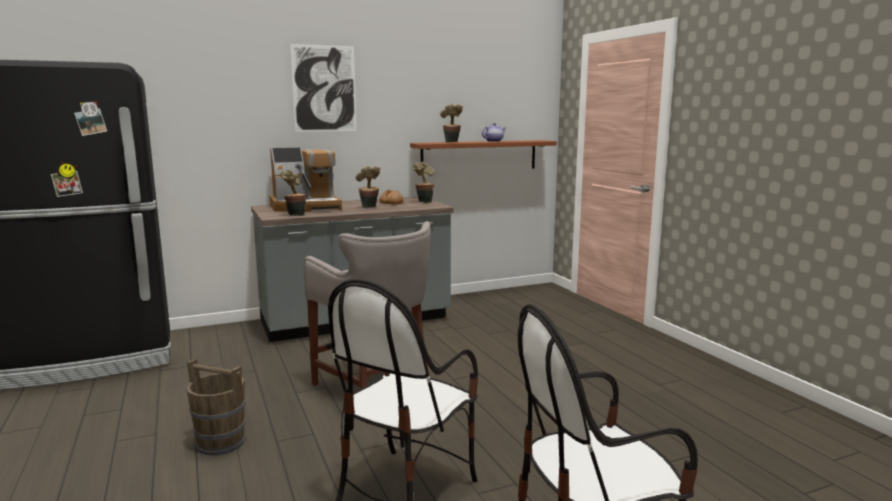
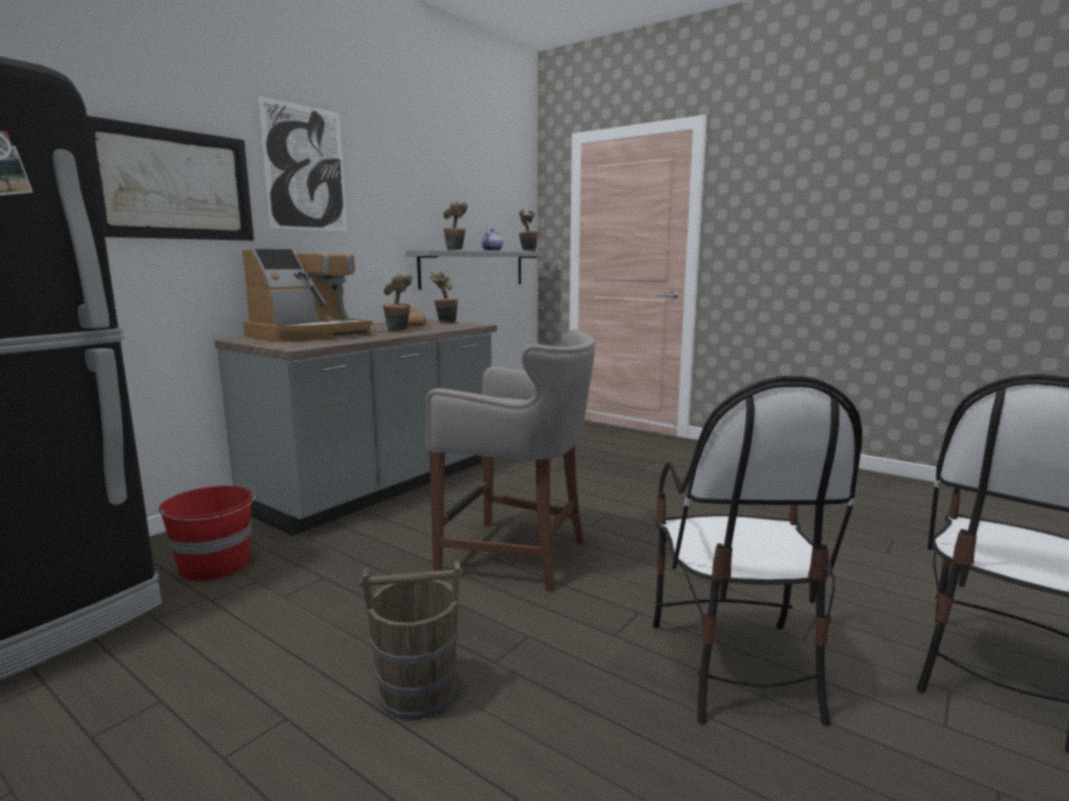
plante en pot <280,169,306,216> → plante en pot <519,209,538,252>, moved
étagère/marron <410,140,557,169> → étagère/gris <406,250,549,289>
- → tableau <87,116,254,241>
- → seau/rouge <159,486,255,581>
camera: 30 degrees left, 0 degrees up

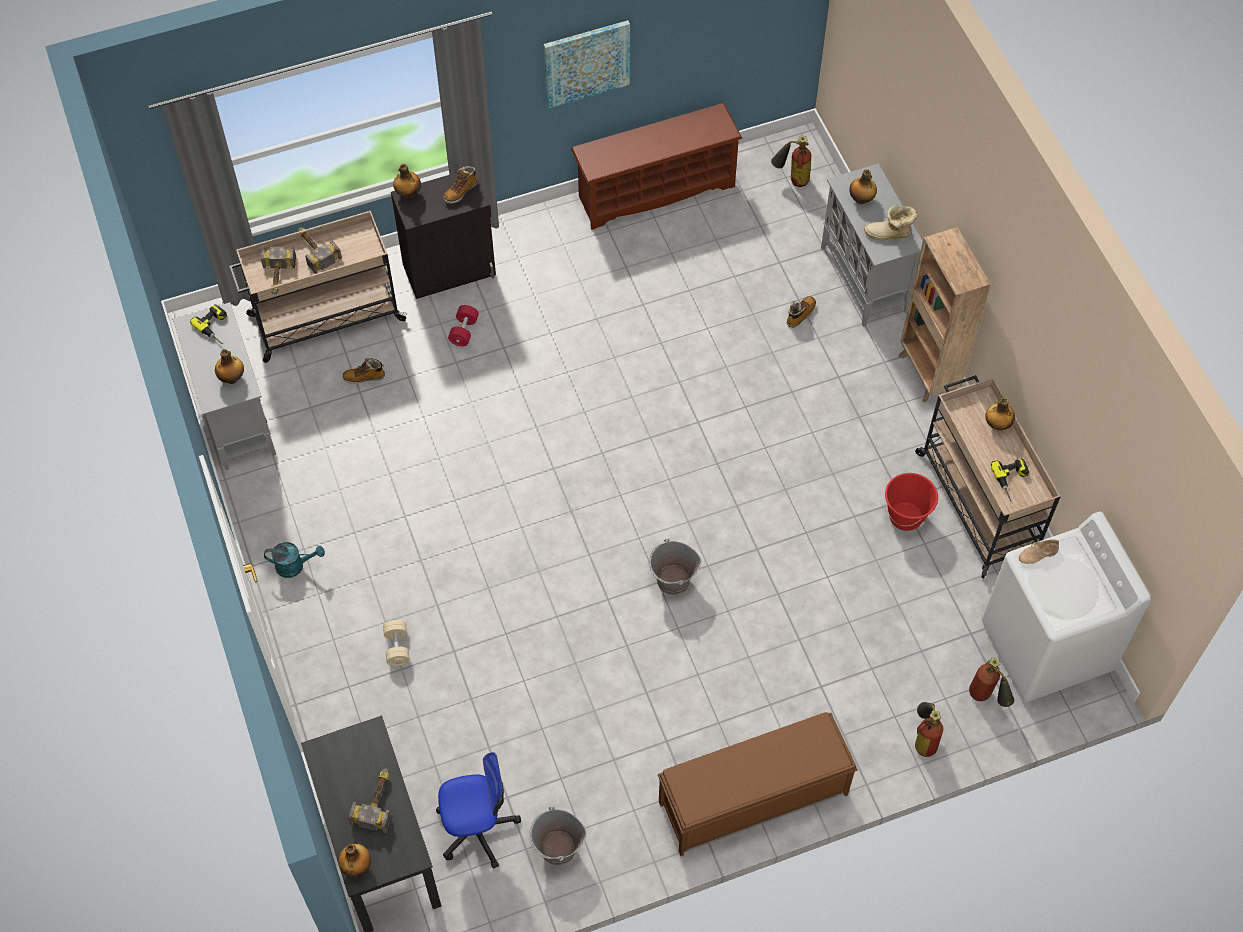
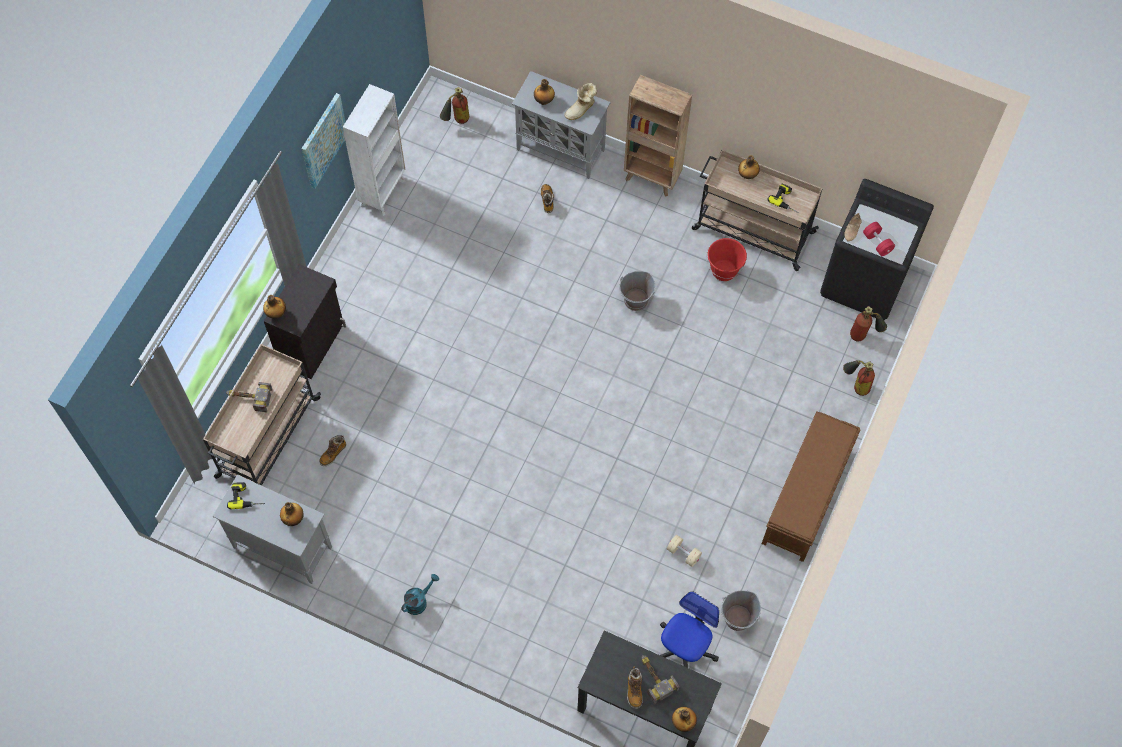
marteau <261,247,296,295> → -
haltère/beige <383,620,410,666> → haltère/beige <667,535,702,567>, moved
botte <443,166,478,203> → botte <627,666,643,709>, moved
haltère/rouge <448,305,479,347> → haltère/rouge <863,222,895,256>, moved
étagère à chaussures/marron <571,103,742,230> → bibliothèque/blanc <343,84,405,216>
seau/gris <649,539,702,595> → seau/gris <619,271,655,311>, moved
lave-linge/blanc <982,512,1151,702> → lave-linge/noir <820,179,934,320>
camera: 45 degrees left, 5 degrees up

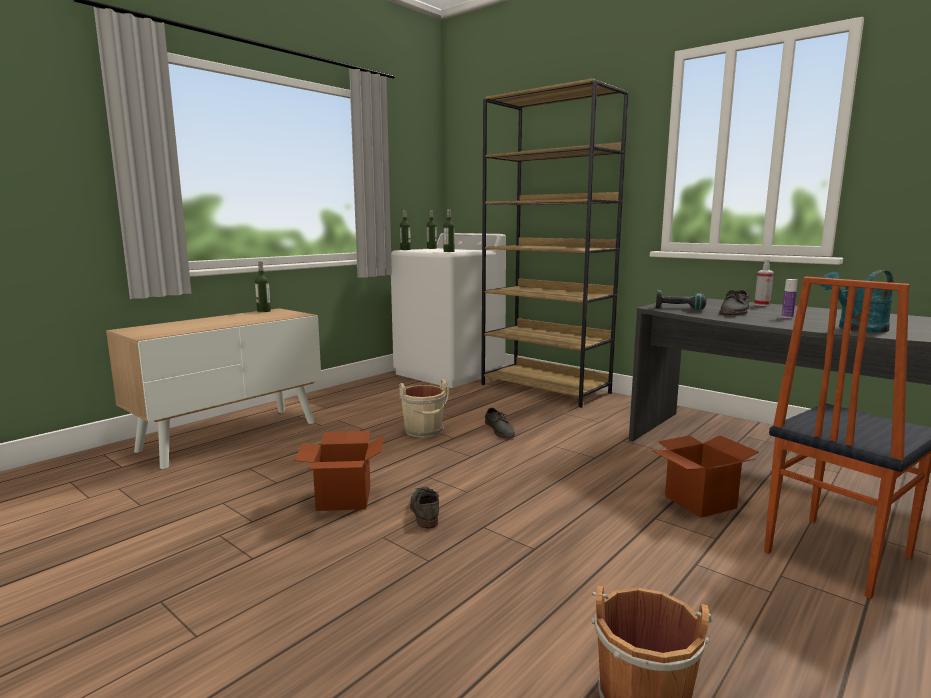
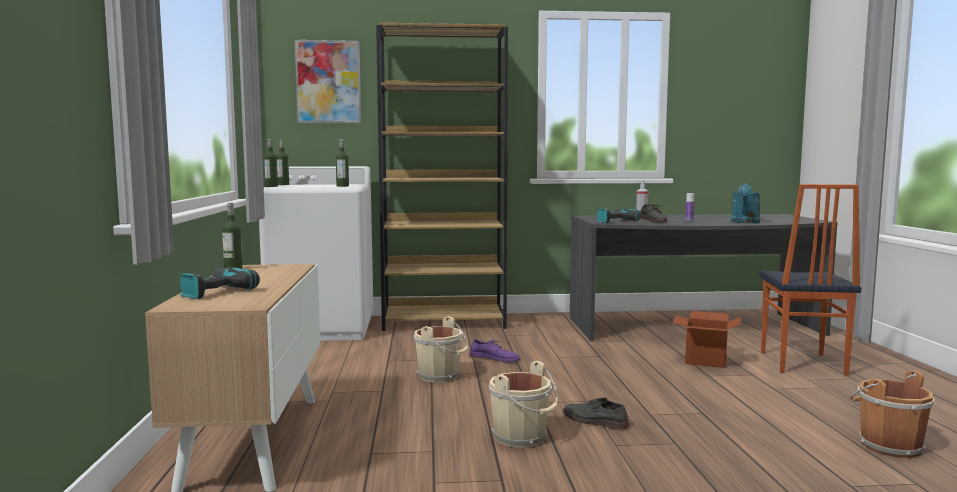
carton <294,431,384,511> → seau/beige <489,361,558,448>
chaussure/gris <485,408,515,438> → chaussure/violet <469,339,520,363>
- → perceuse <179,267,260,299>
- → tableau <295,40,361,123>
camera: 45 degrees left, 5 degrees down

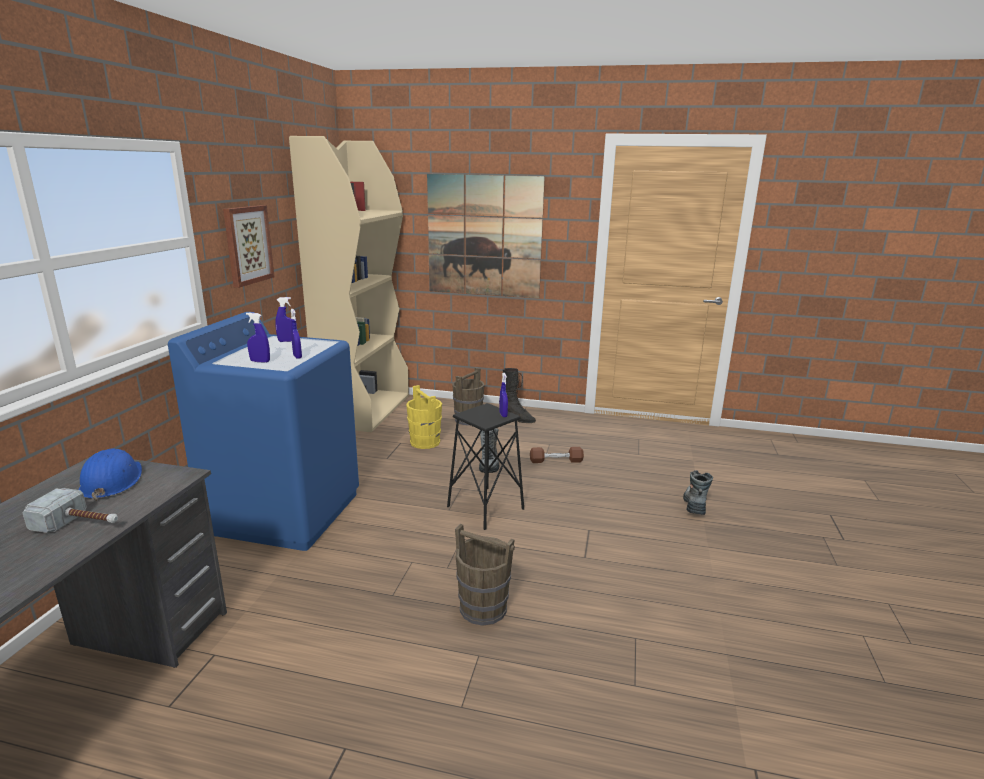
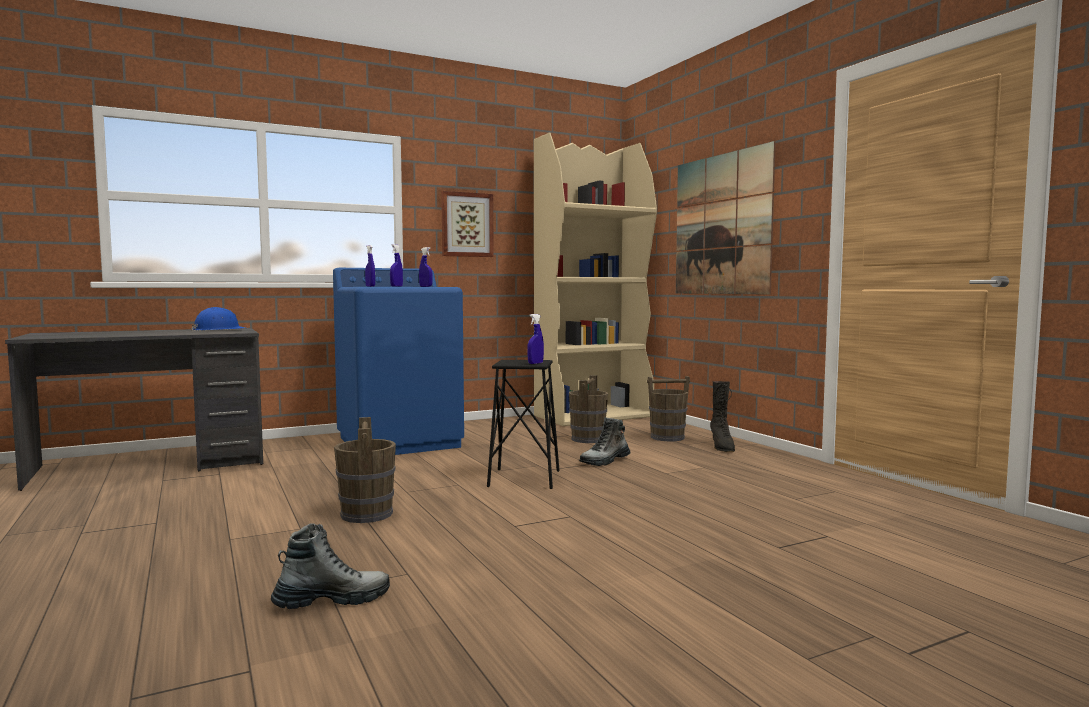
marteau <23,488,118,533> → -
seau/jaune <406,385,442,449> → seau/marron <569,375,608,443>
haltère/marron <530,447,584,463> → -
botte <683,470,713,515> → botte <271,523,390,609>, moved
camera: 50 degrees right, 15 degrees down

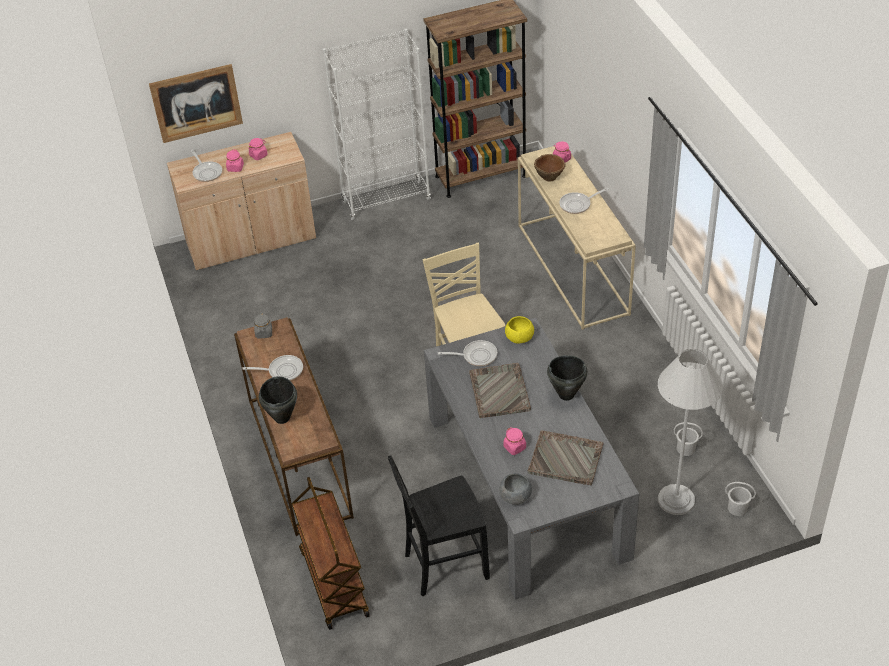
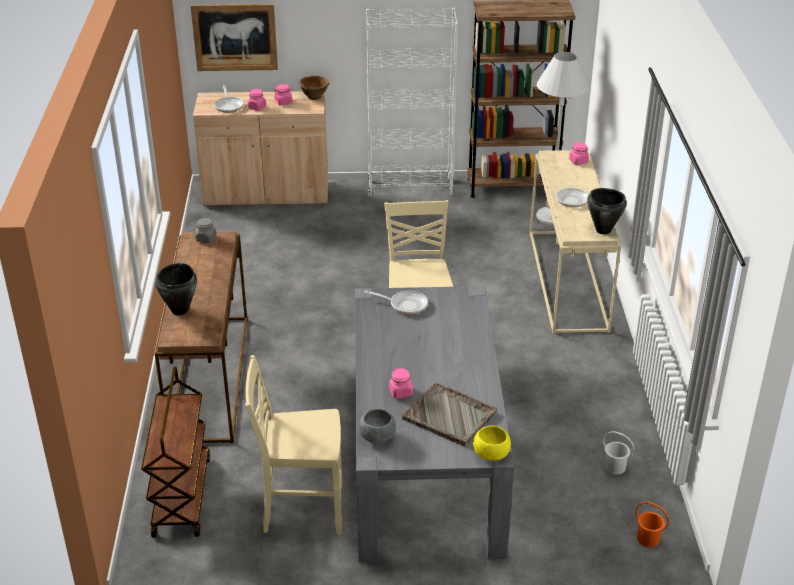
poêle <243,355,303,381> → -
chaise/noir <388,455,490,596> → chaise/beige <245,355,342,535>
plateau/gris <469,363,531,418> → -
bol/jaune <505,316,534,344> → bol/jaune <473,426,511,461>, moved
bol/marron <534,154,565,182> → bol/marron <299,75,329,100>, moved
marmite/noir <547,355,588,401> → marmite/noir <587,188,627,234>, moved
lampadaire/blanc <658,349,723,515> → lampadaire/blanc <536,52,590,225>, moved
seau/blanc <725,482,756,516> → seau/orange <636,502,669,547>
camera: 15 degrees right, 10 degrees down

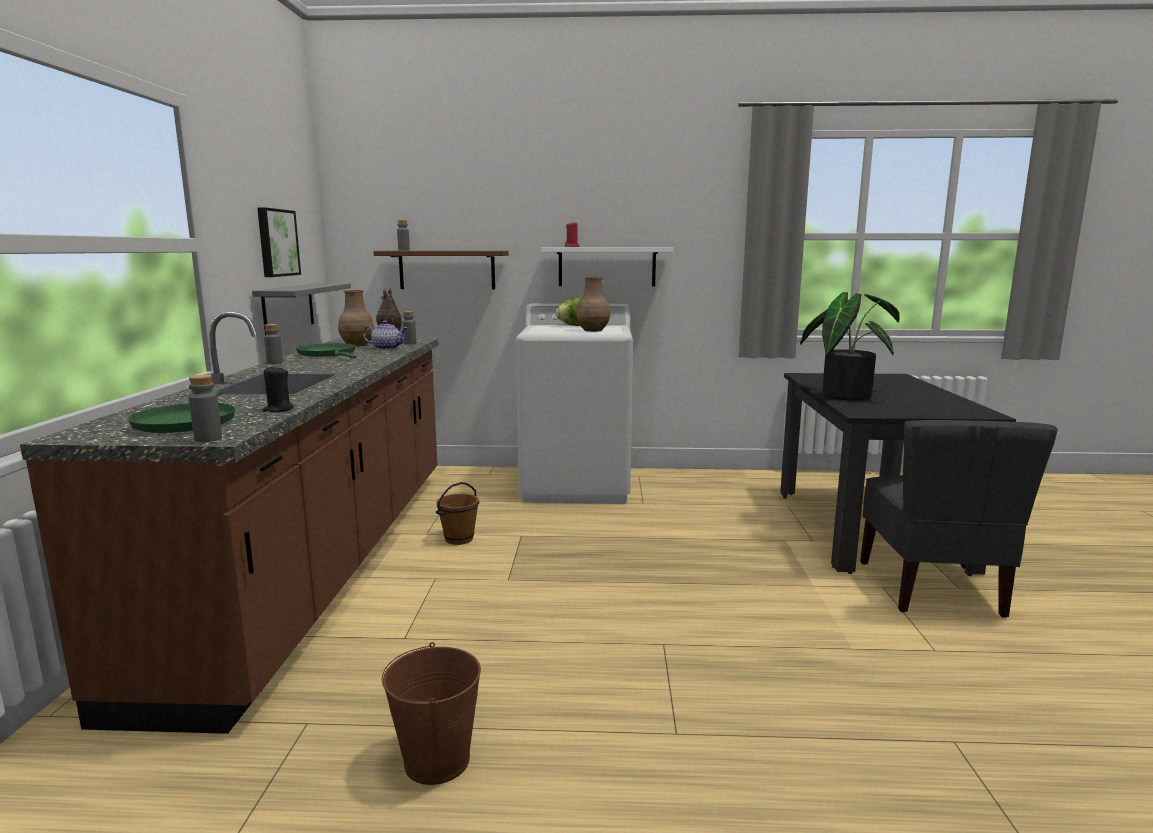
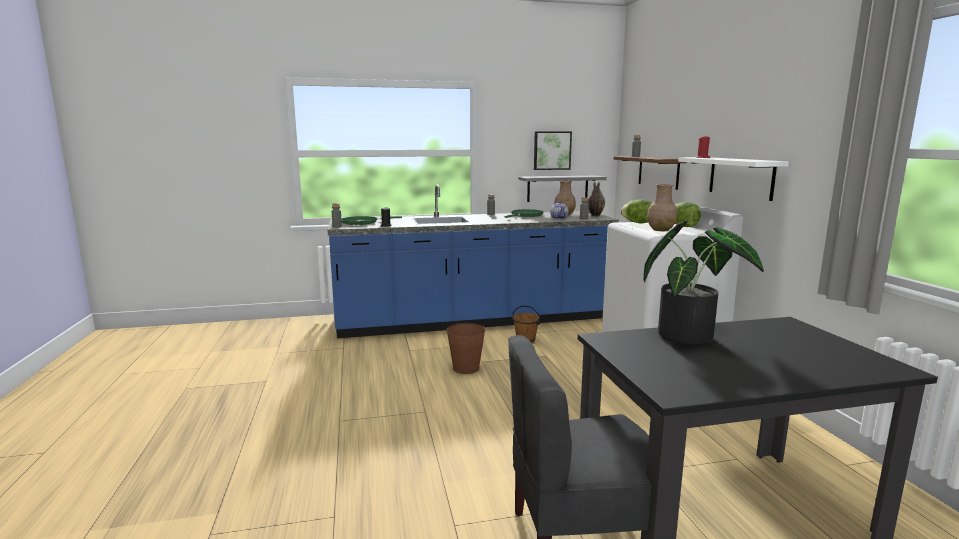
comptoir de cuisine/marron <20,311,439,734> → comptoir de cuisine/bleu <328,184,619,338>
seau/marron <382,642,481,785> → seau/marron <447,323,485,374>, moved
- → laitue <621,199,652,223>
camera: 75 degrees right, 0 degrees up

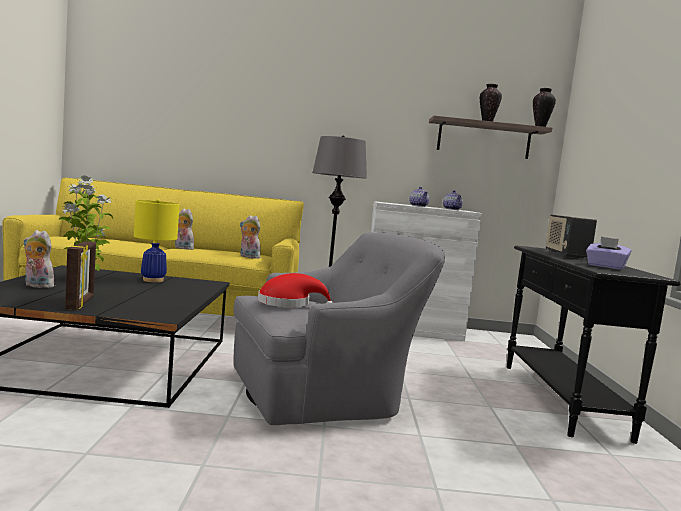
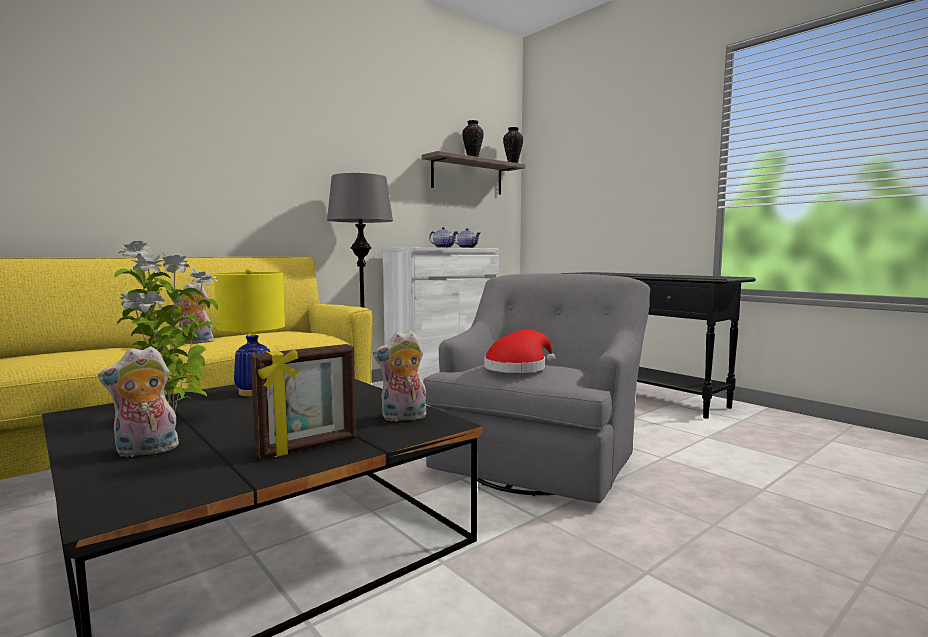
cadre photo <65,241,96,310> → cadre photo <250,344,356,459>, 105 degrees clockwise
peluche <239,215,261,259> → peluche <373,331,426,421>, moved
radio <546,215,597,259> → -
boîte à mouchoirs/violet <586,237,632,269> → -
camera: 40 degrees left, 0 degrees up

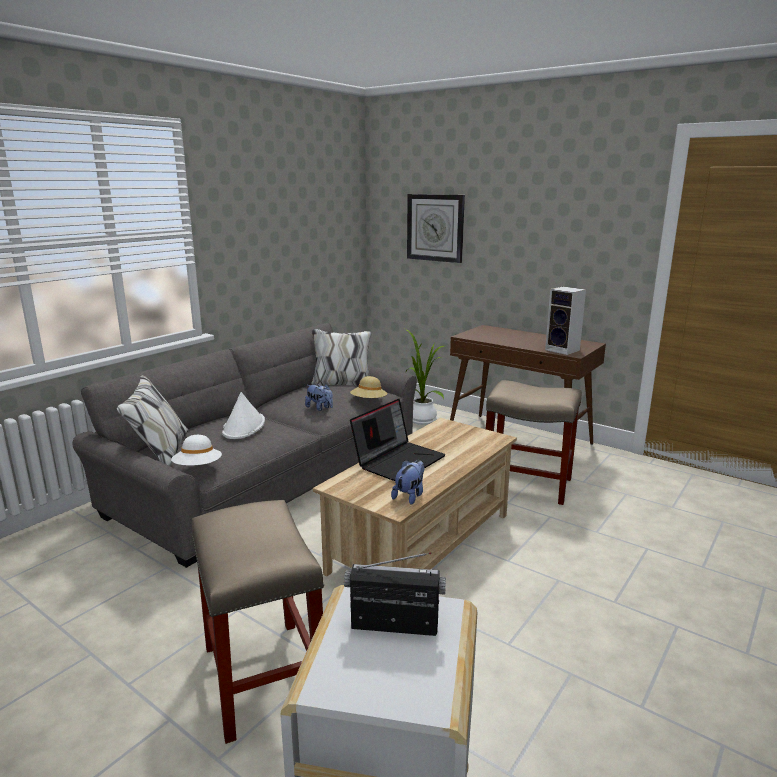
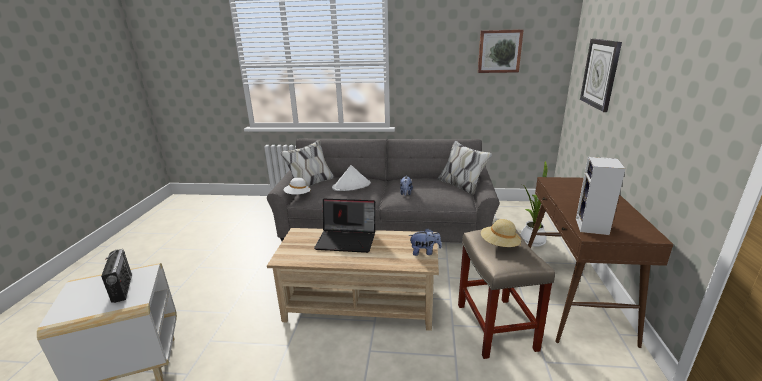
tabouret/beige <192,500,324,744> → -
chapeau/beige <350,376,387,398> → chapeau/beige <481,219,521,247>, moved
peluche <391,460,424,505> → peluche <408,228,442,256>, moved
- → tableau <478,29,524,73>
camera: 60 degrees right, 5 degrees up

